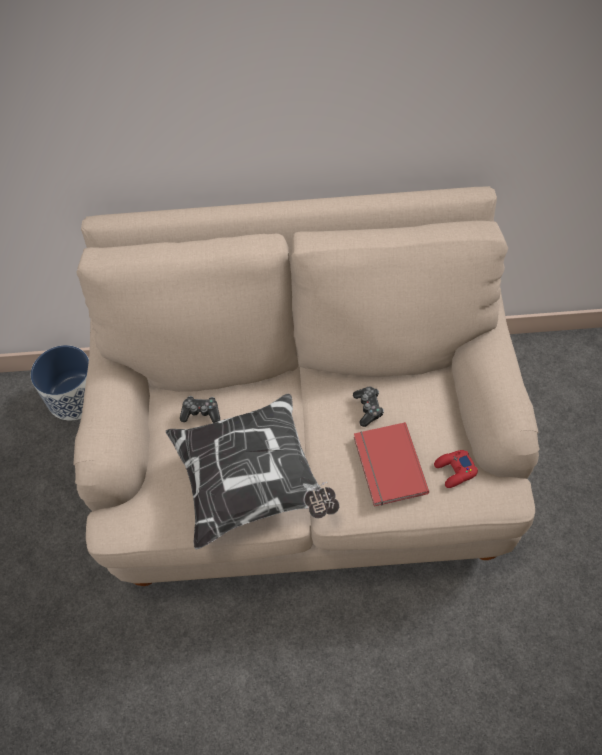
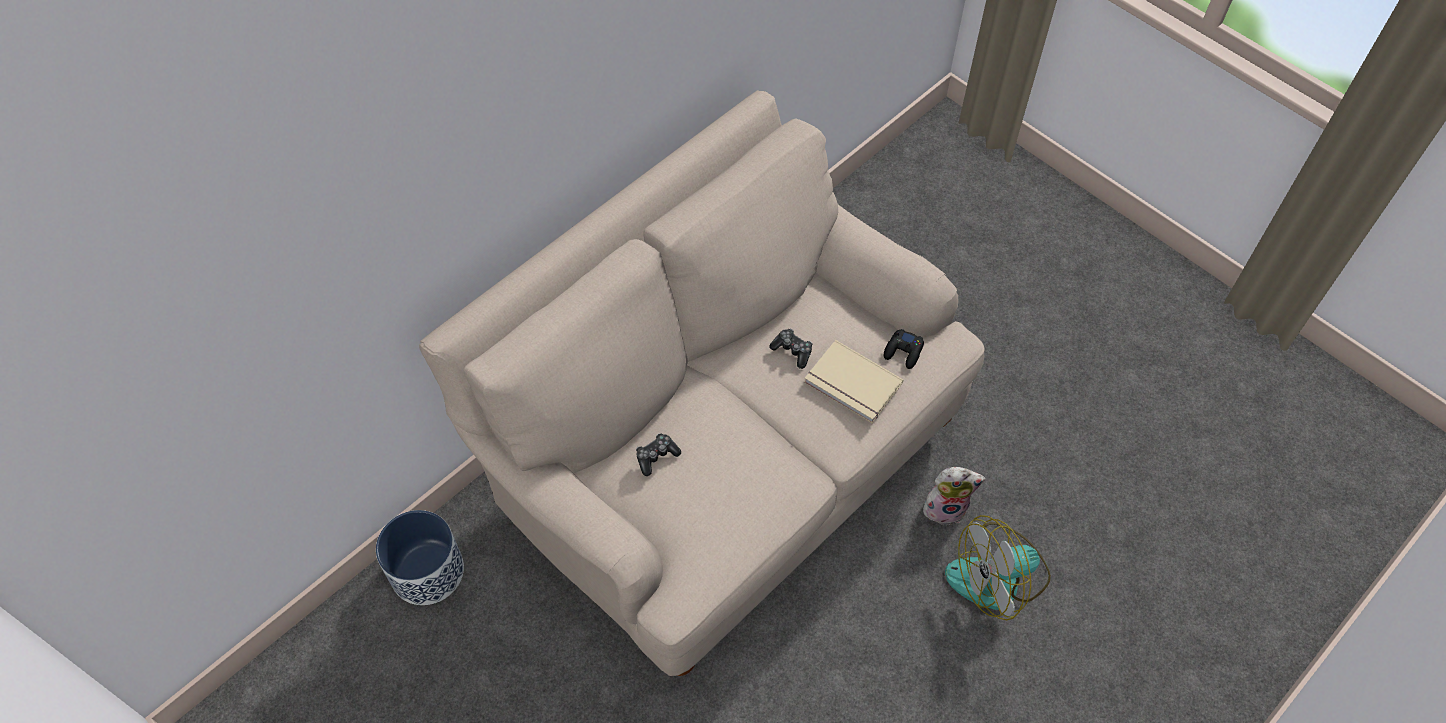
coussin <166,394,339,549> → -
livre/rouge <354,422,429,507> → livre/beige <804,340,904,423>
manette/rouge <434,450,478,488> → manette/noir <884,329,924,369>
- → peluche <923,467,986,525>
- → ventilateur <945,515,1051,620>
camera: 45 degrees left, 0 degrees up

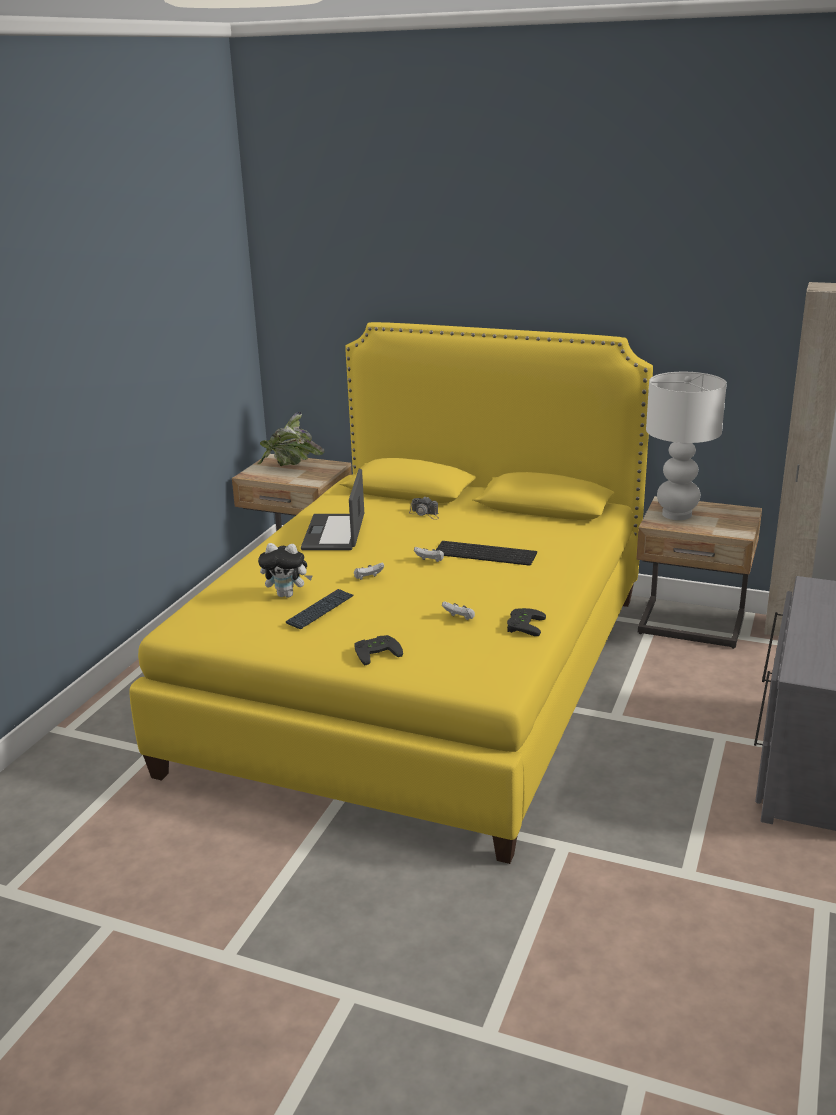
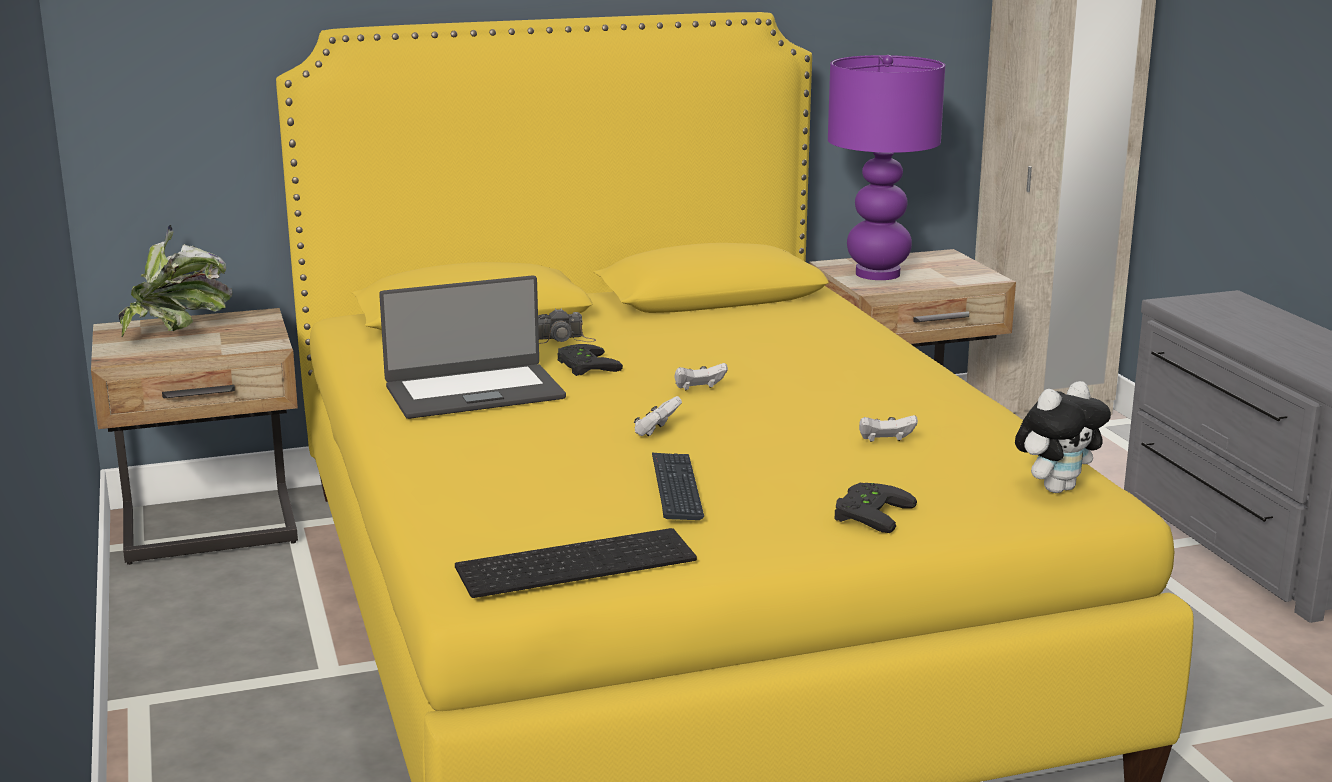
peluche <258,543,312,597> → peluche <1015,381,1111,493>, moved
ordinateur portable <301,469,364,550> → ordinateur portable <379,275,566,419>, 75 degrees counterclockwise
clavier <436,541,537,566> → clavier <455,528,697,598>, moved
manette/noir <507,608,546,636> → manette/noir <558,344,623,376>, moved
lampe de table/blanc <646,372,727,520> → lampe de table/violet <828,55,945,280>
camera: 40 degrees left, 5 degrees down

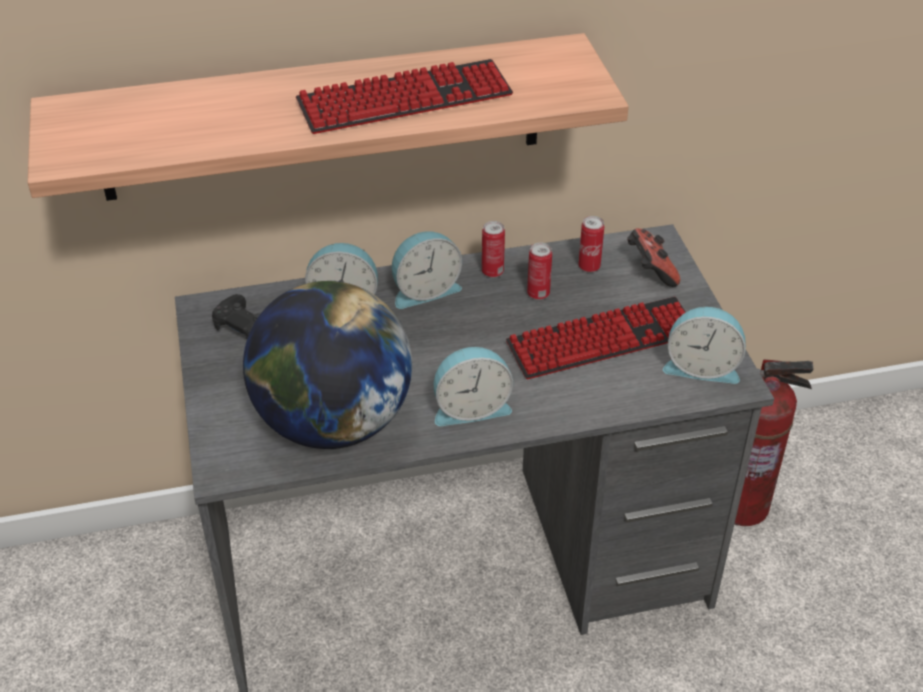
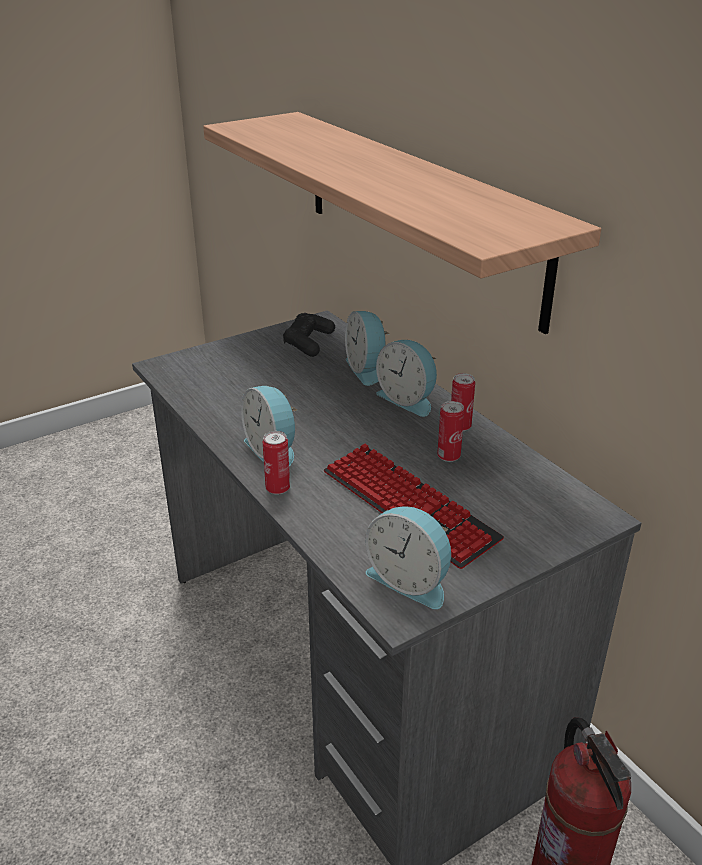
globe <243,281,412,449> → -
clavier <296,59,513,134> → -
boîte métallique <579,216,604,272> → boîte métallique <263,431,290,495>, moved
manette <627,228,680,287> → -
réveil <663,307,746,384> → réveil <365,506,451,609>, 45 degrees counterclockwise
camera: 70 degrees right, 10 degrees down

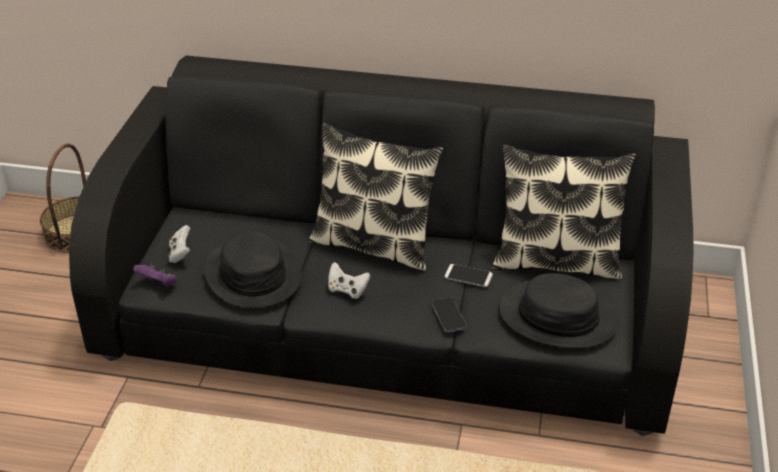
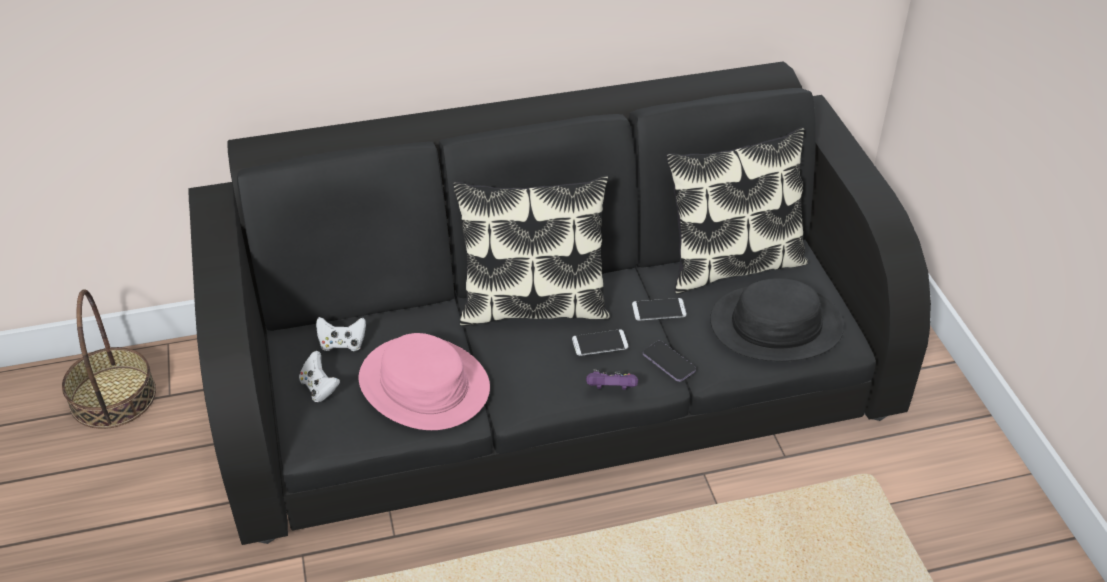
manette/violet <133,264,177,287> → manette/violet <586,369,638,390>, moved
chapeau/noir <204,231,302,308> → chapeau/rose <359,333,490,430>
manette/blanc <328,262,370,299> → manette/blanc <316,317,366,351>, moved
- → téléphone <572,329,629,356>
camera: 25 degrees left, 5 degrees up

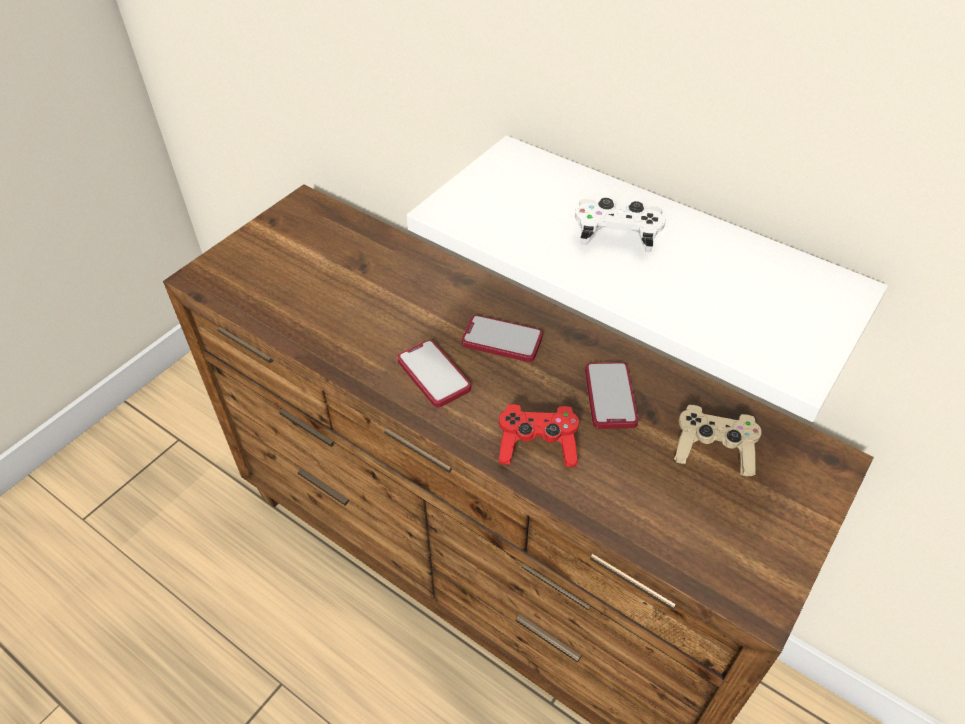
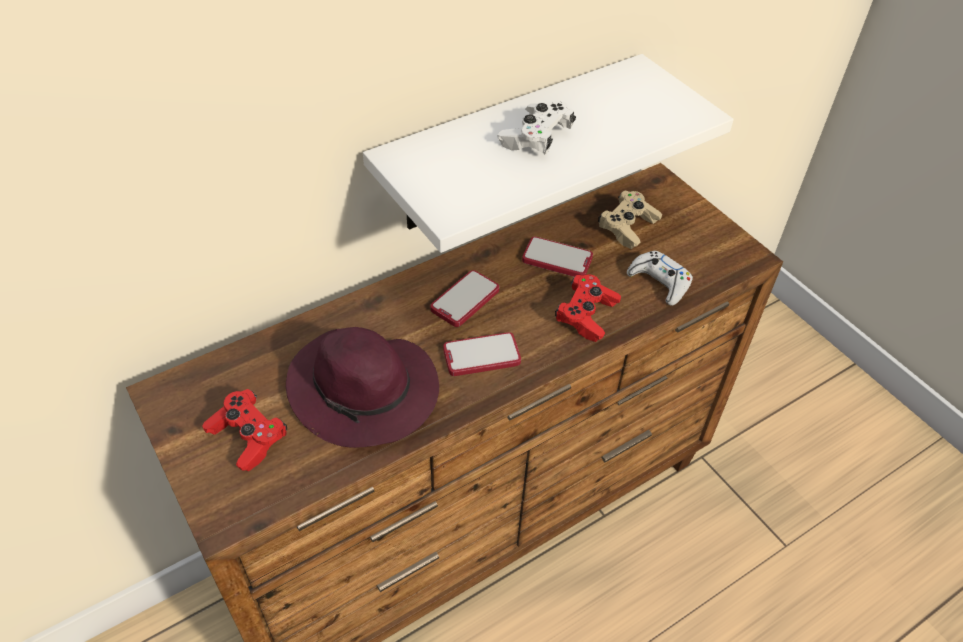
- → manette/rouge <202,389,287,472>
- → chapeau/violet <286,327,439,448>
- → manette/blanc <627,251,693,306>
camera: 70 degrees left, 0 degrees up

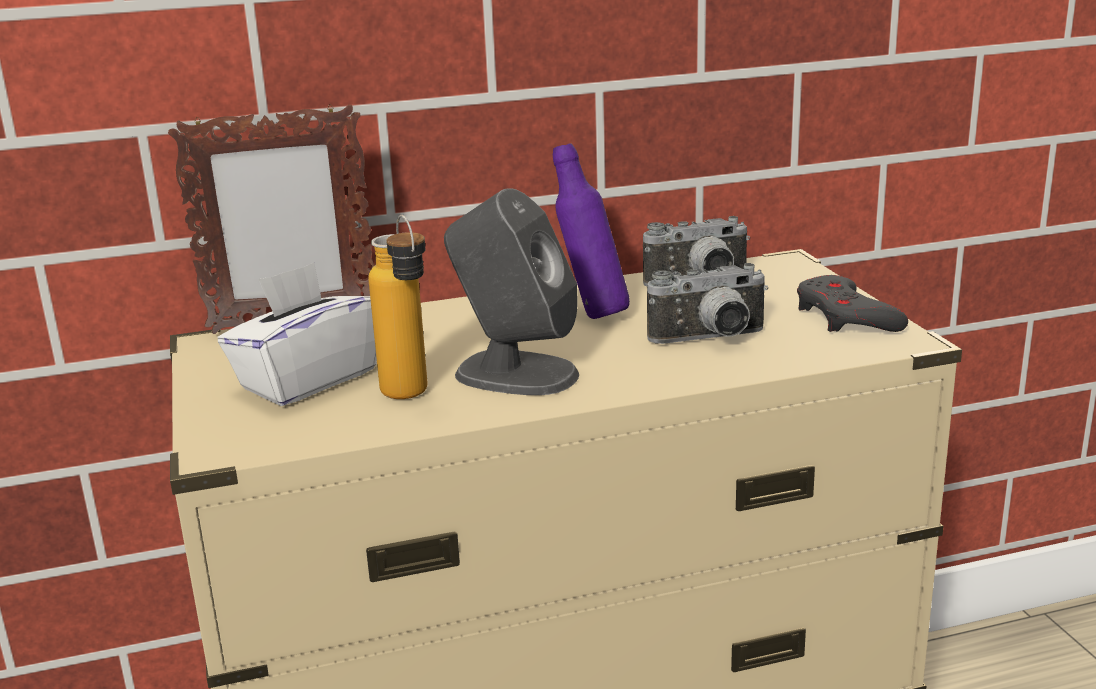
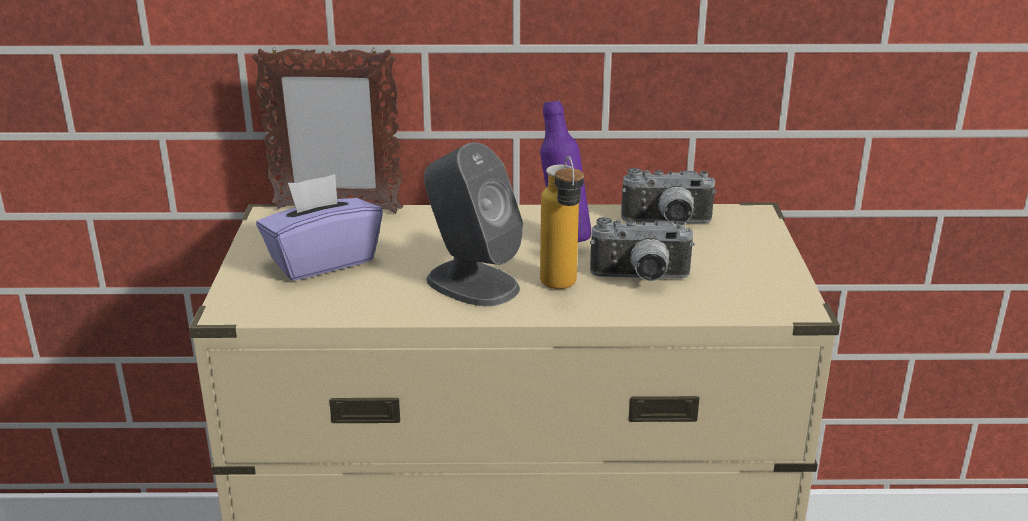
boîte à mouchoirs/blanc <218,262,377,406> → boîte à mouchoirs/violet <256,174,383,281>
bouteille <369,215,427,399> → bouteille <540,156,584,289>, moved
manette/gris <797,275,908,332> → -
camera: 15 degrees right, 5 degrees up

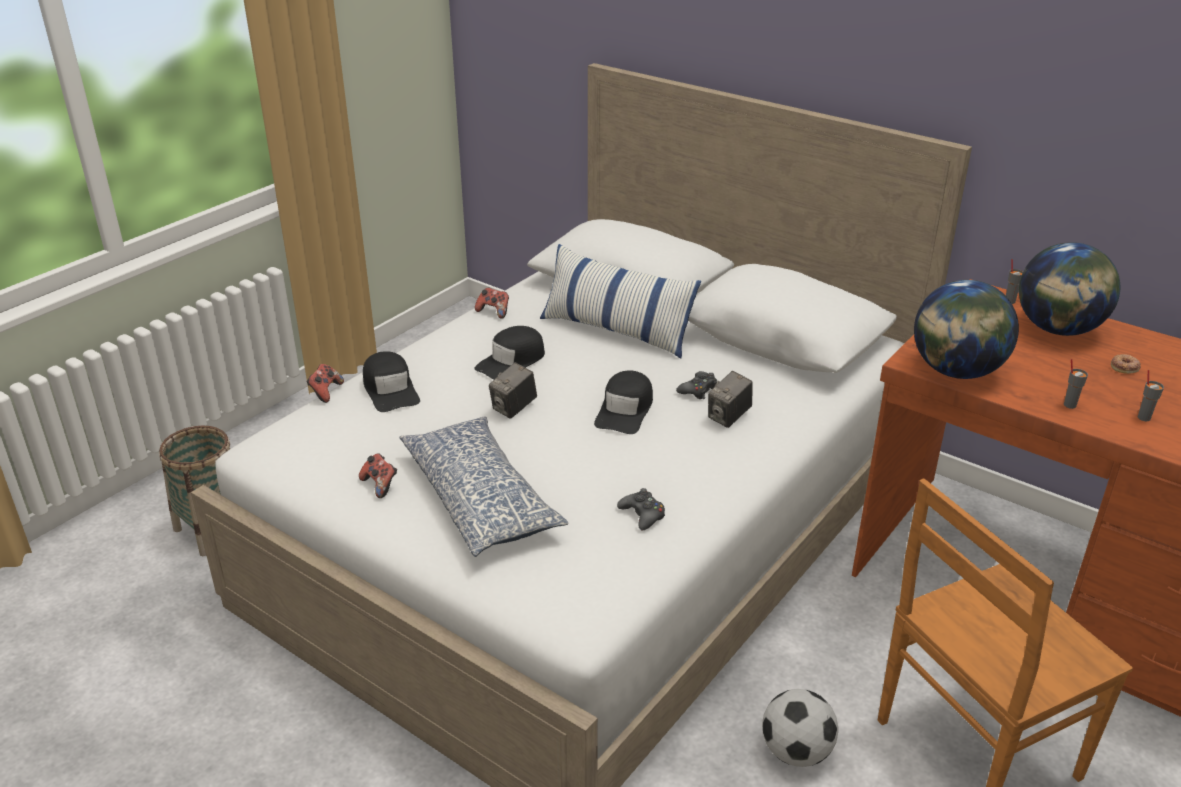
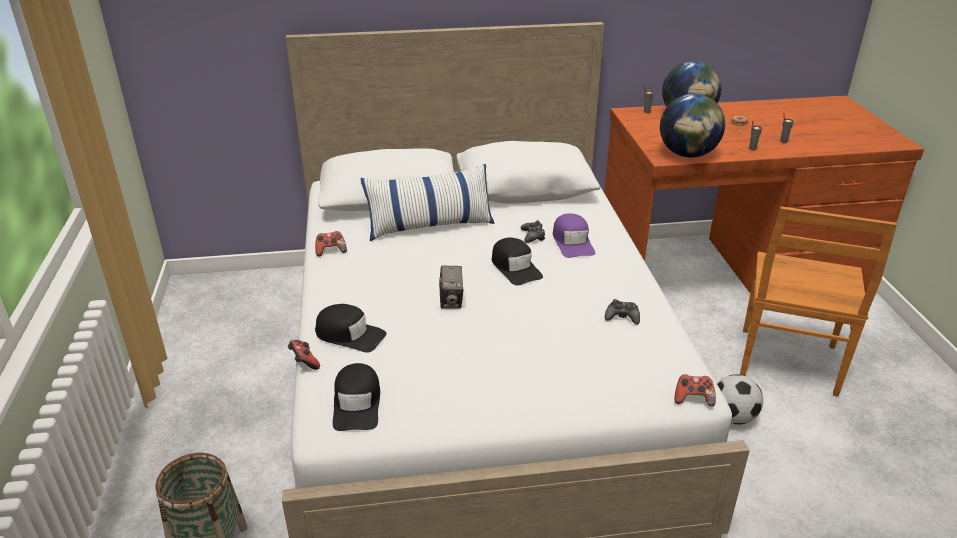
manette <359,453,397,498> → manette <675,374,716,406>, moved
coussin <399,417,568,557> → -
casquette/noir <475,326,545,380> → casquette/noir <333,363,380,431>, moved
appareil photo <708,371,753,428> → casquette/violet <553,213,595,258>
camera: 45 degrees left, 0 degrees up

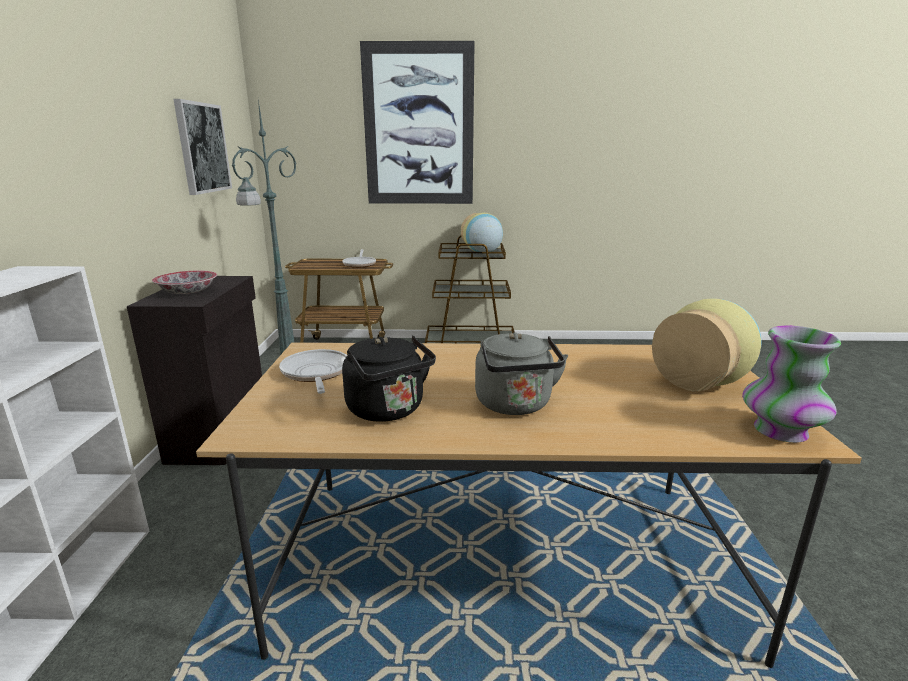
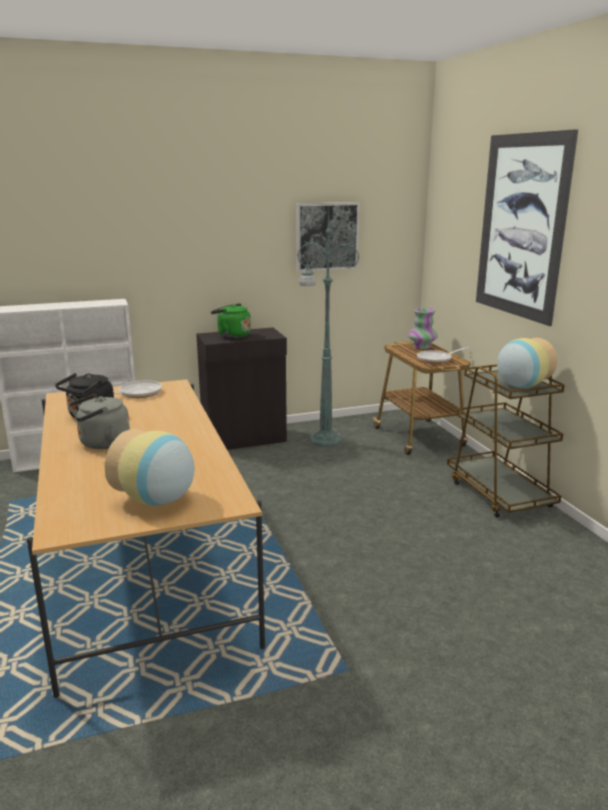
bol <152,270,217,294> → bouilloire/vert <211,303,251,338>
vase <742,326,841,443> → vase <408,308,438,349>, moved
camera: 70 degrees right, 0 degrees up

